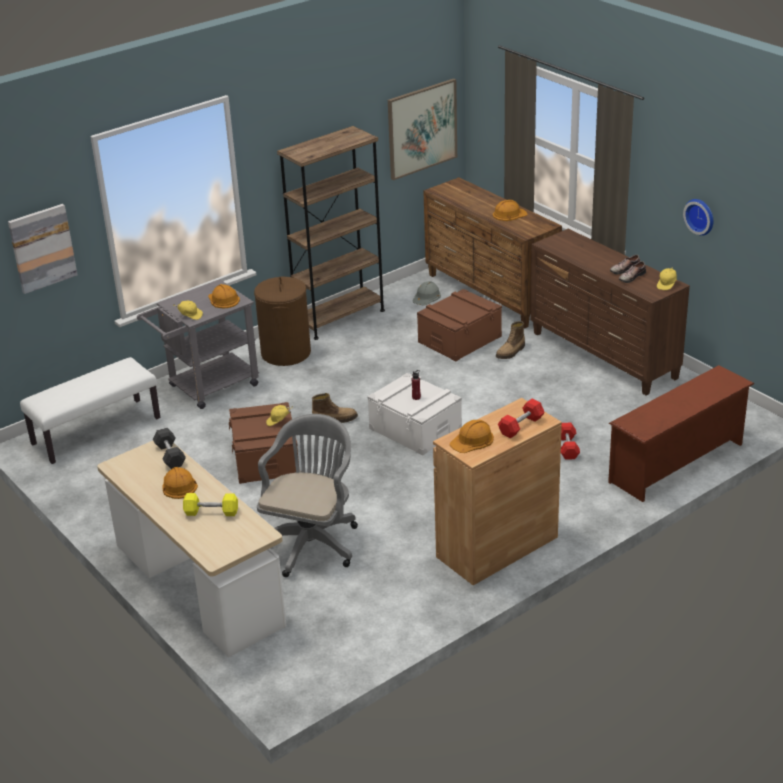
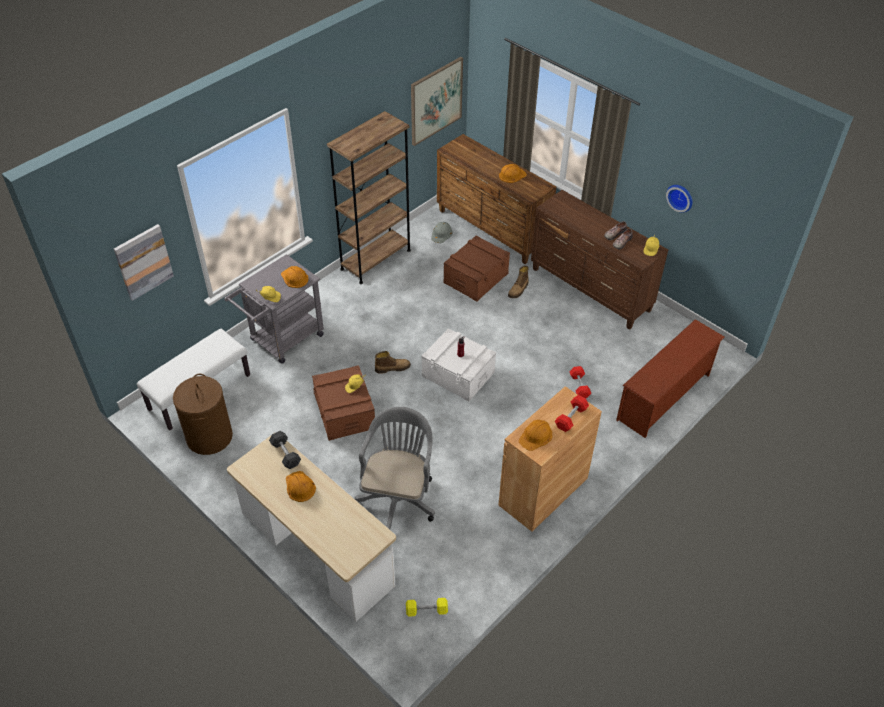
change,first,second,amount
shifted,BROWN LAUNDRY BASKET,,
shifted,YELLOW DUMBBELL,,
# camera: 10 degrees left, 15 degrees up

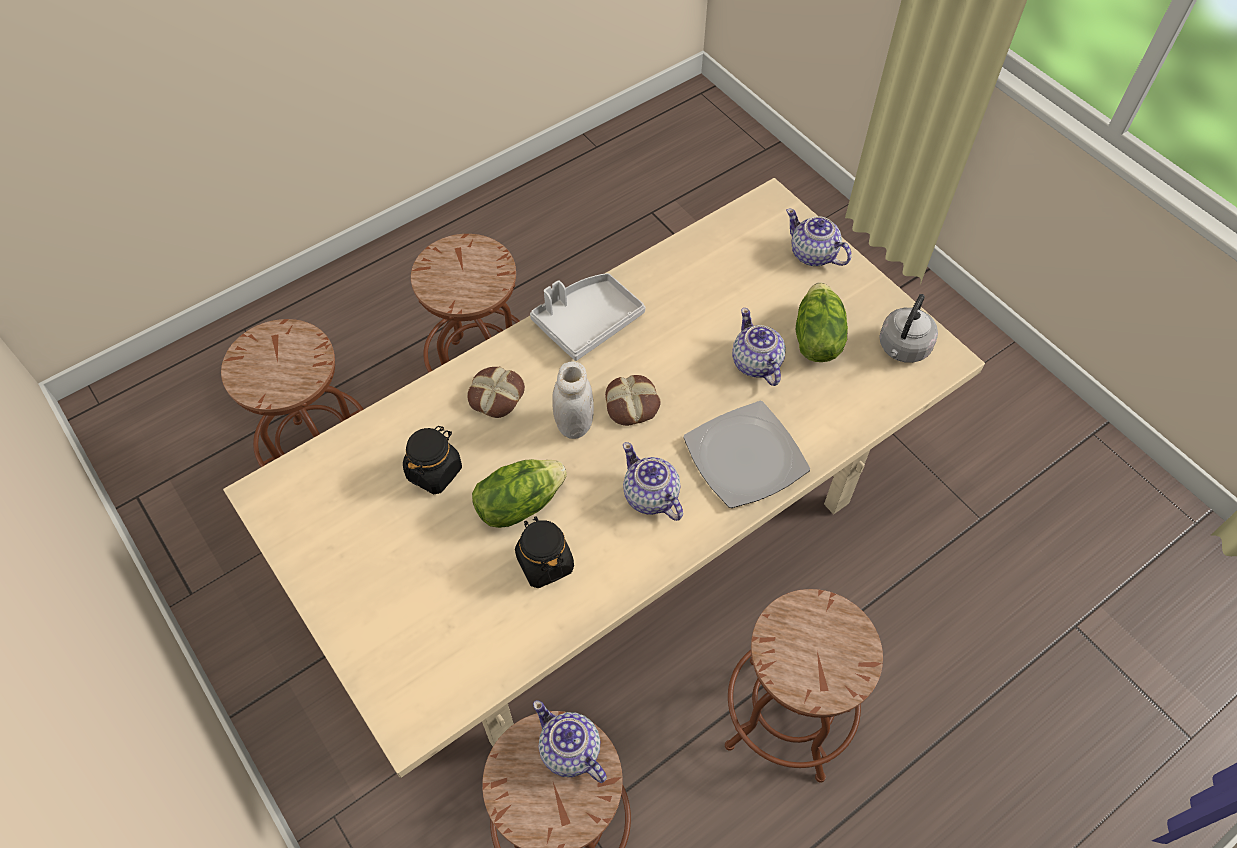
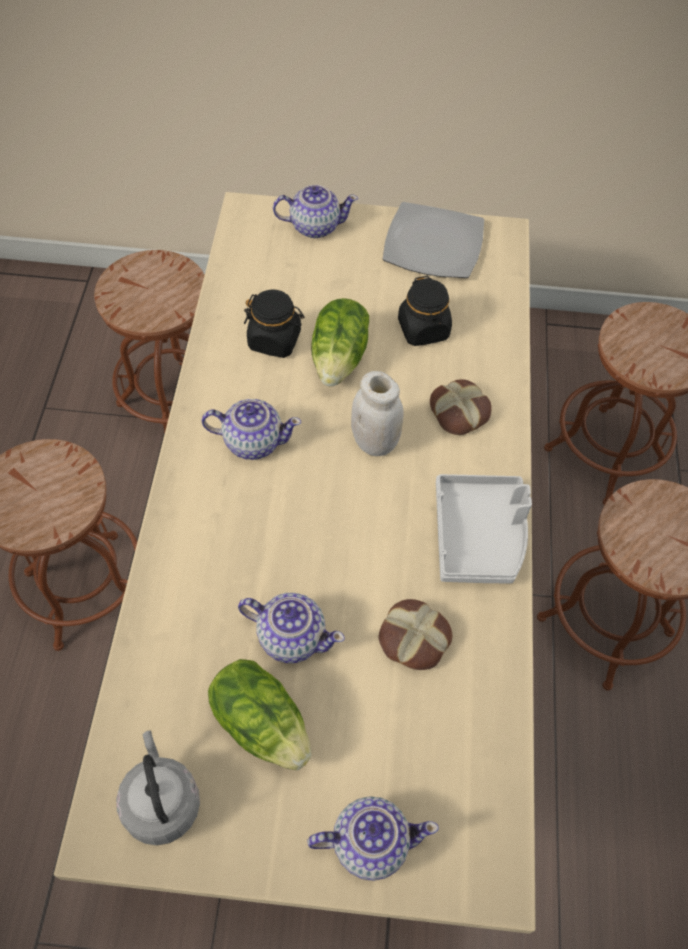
change,first,second,amount
shifted,TEAPOT (no. 1 from left in the first image),TEAPOT (no. 3 from left),
shifted,BREAD (no. 2 from left in the first image),BREAD (no. 1 from left),
shifted,PLATE,,
# camera: 130 degrees right, 0 degrees up

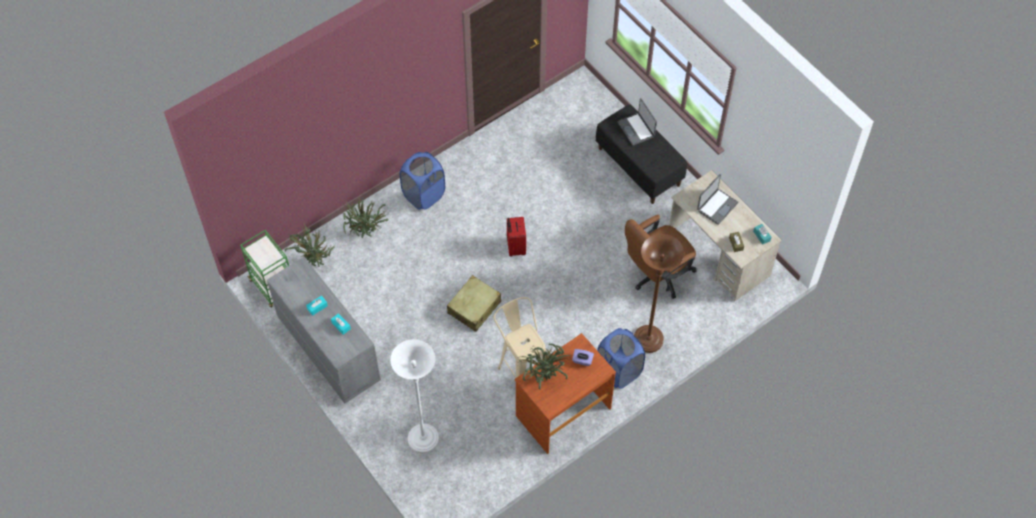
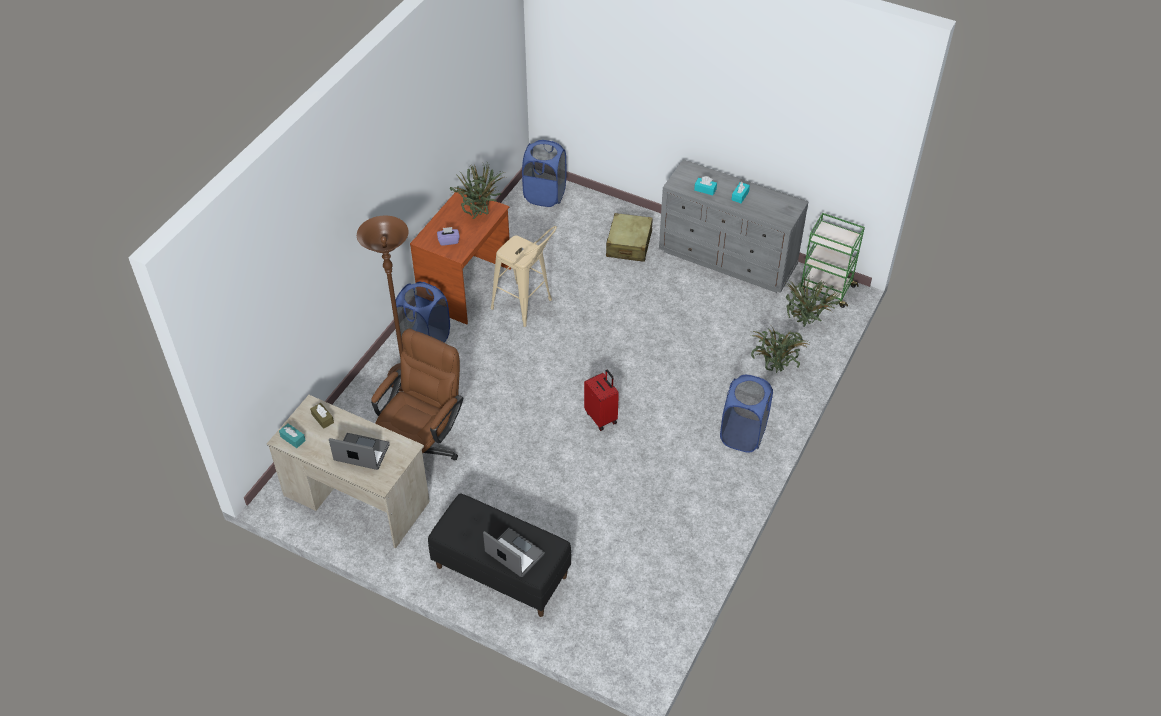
change,first,second,amount
rotated,LAPTOP (no. 2 from left in the first image),LAPTOP (no. 1 from left),90 degrees clockwise
new,,BLUE LAUNDRY BASKET (no. 2 from left),
shifted,BEIGE SUITCASE,,
gone,WHITE FLOOR LAMP,,
# camera: 155 degrees right, 10 degrees down

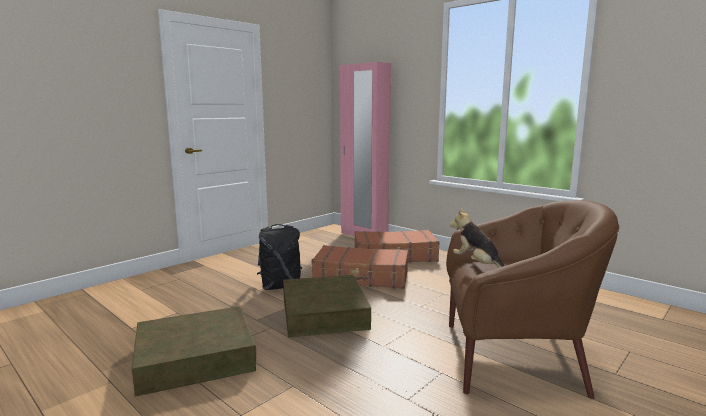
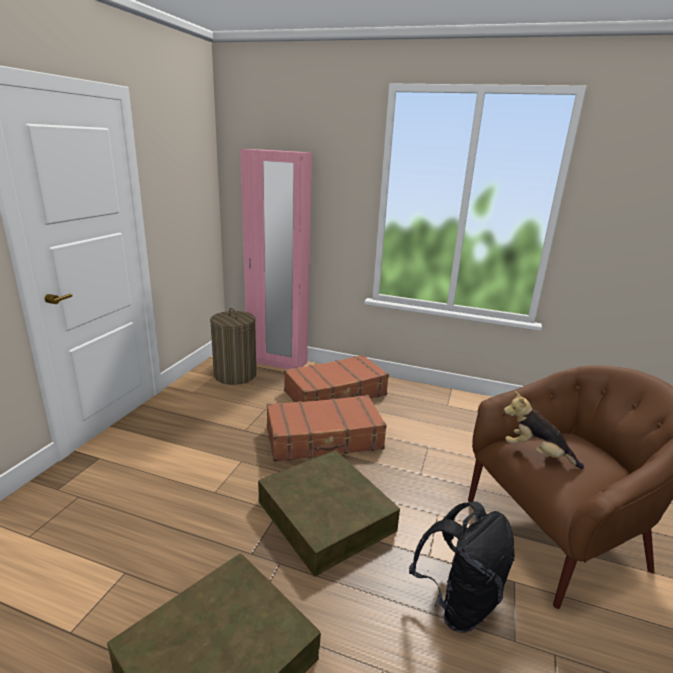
change,first,second,amount
new,,LAUNDRY BASKET,
shifted,BLACK BACKPACK,,
# camera: 25 degrees left, 10 degrees up

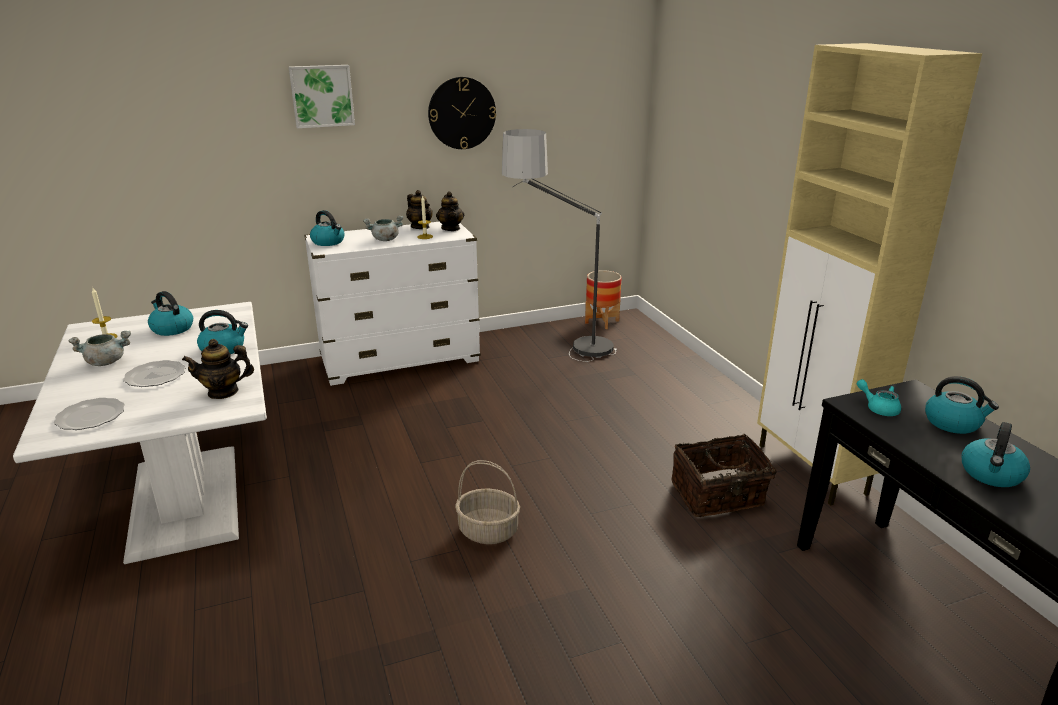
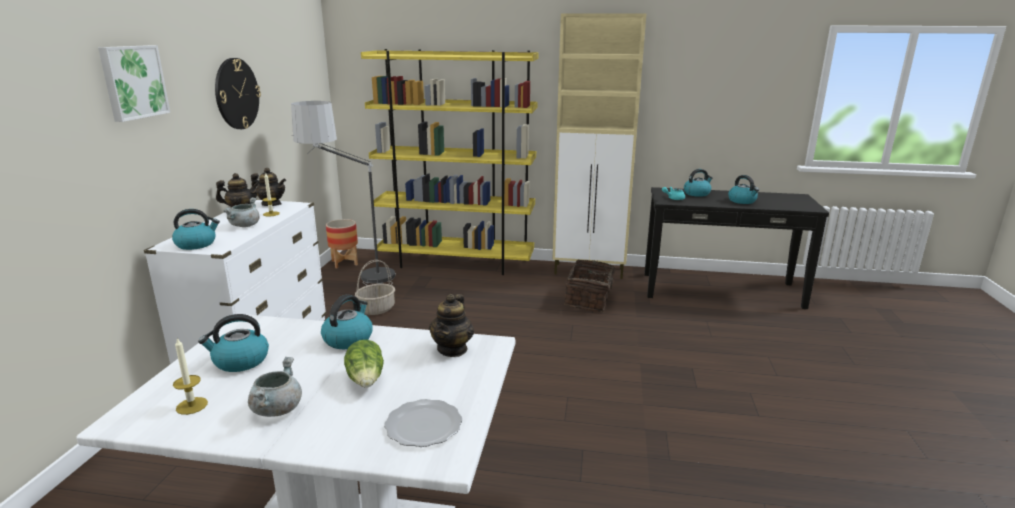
change,first,second,amount
swapped,PLATE (no. 2 from left),LETTUCE,
shifted,BASKET (no. 1 from left),,
new,,YELLOW BOOKCASE,
# camera: 60 degrees left, 5 degrees down

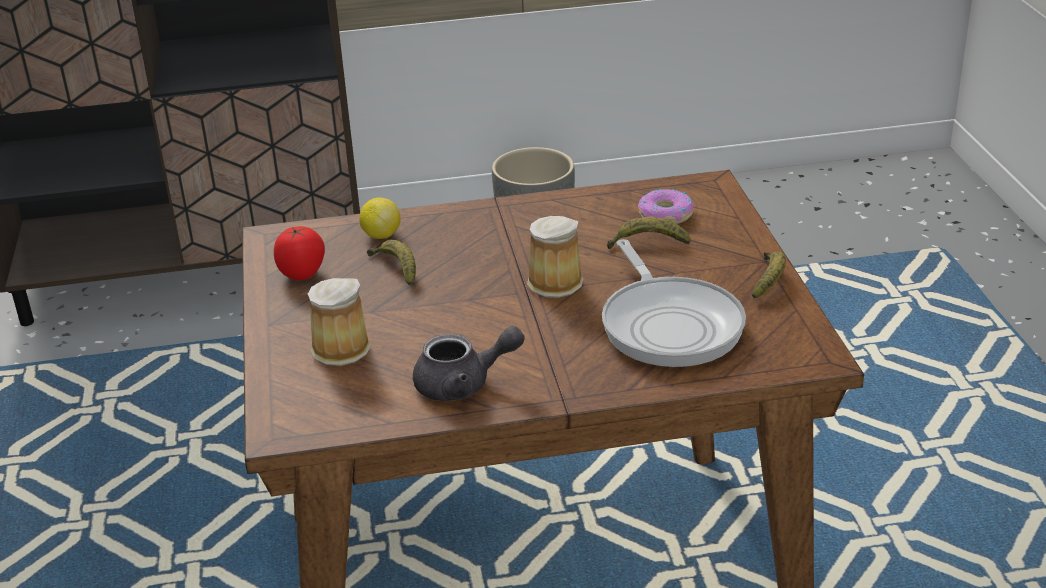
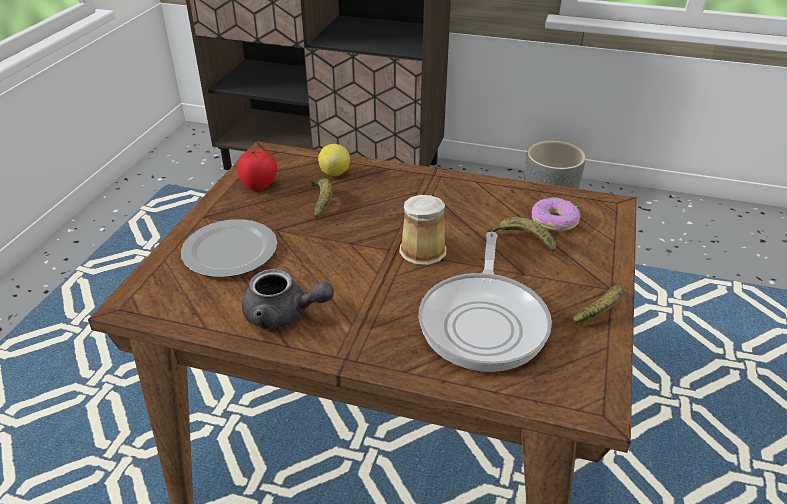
change,first,second,amount
swapped,MUG (no. 1 from left),PLATE,
# camera: 25 degrees right, 5 degrees up

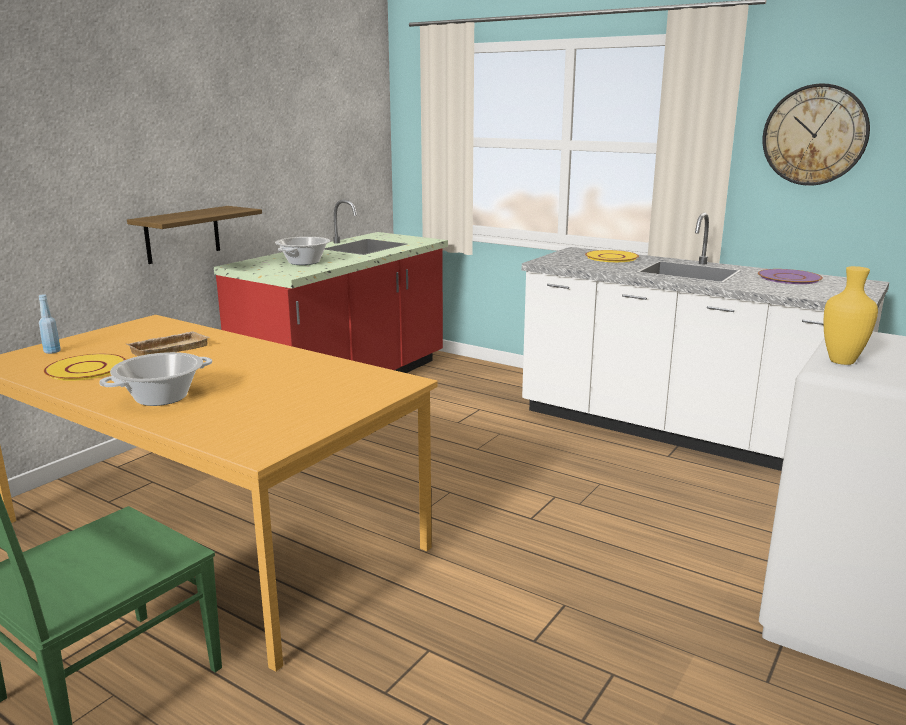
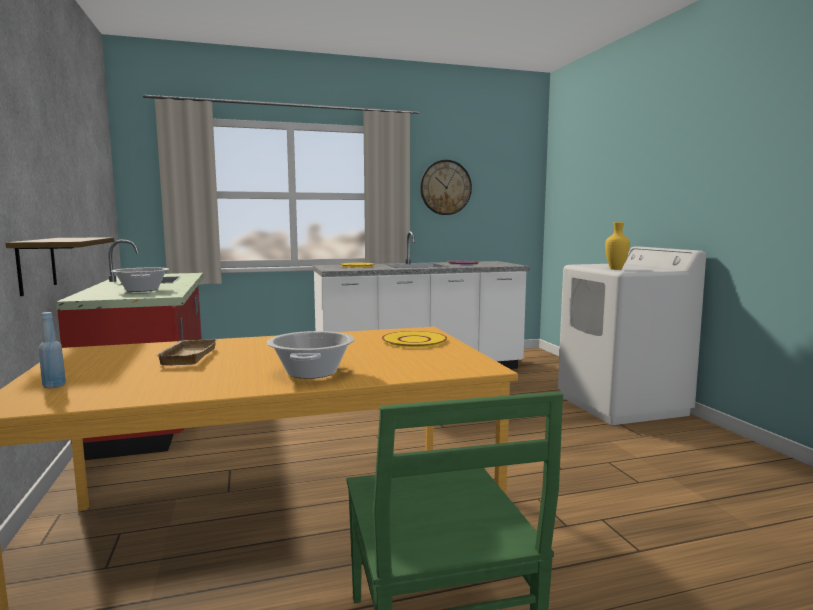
change,first,second,amount
shifted,YELLOW PLATE (no. 1 from left in the first image),YELLOW PLATE (no. 2 from left),
# camera: 50 degrees left, 10 degrees down

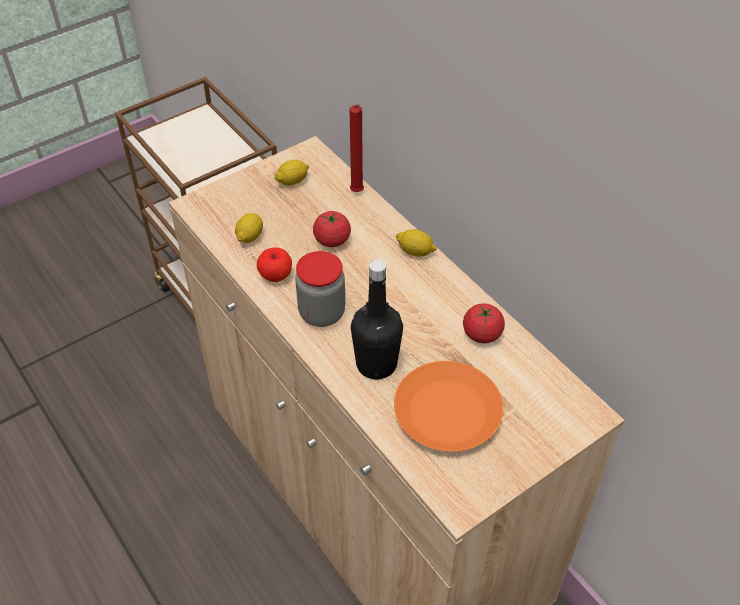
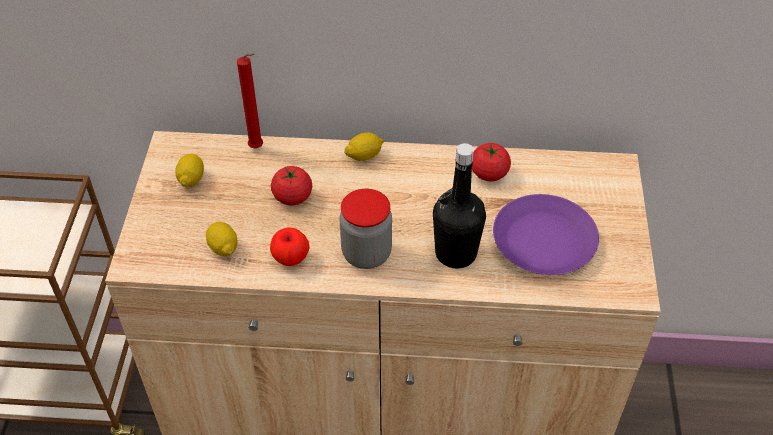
change,first,second,amount
repainted,ORANGE PLATE,PURPLE PLATE,
# camera: 50 degrees left, 0 degrees up

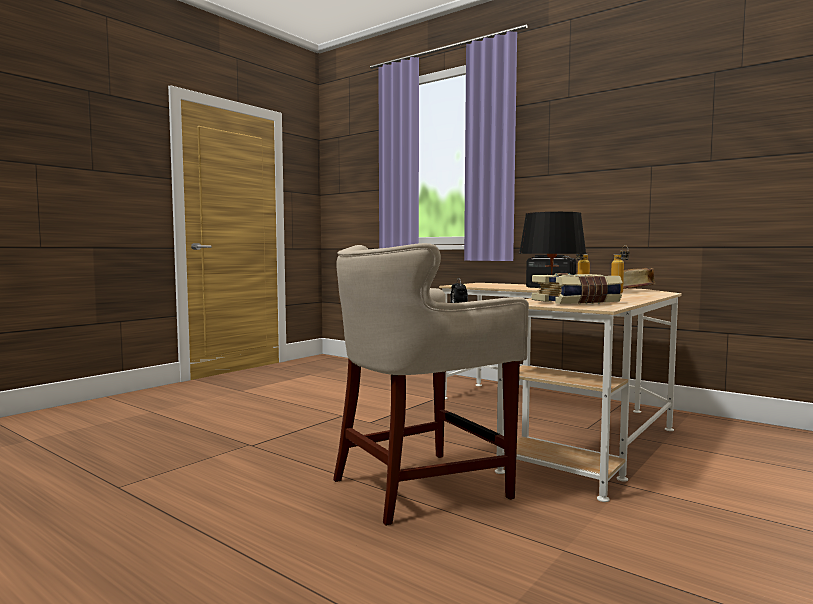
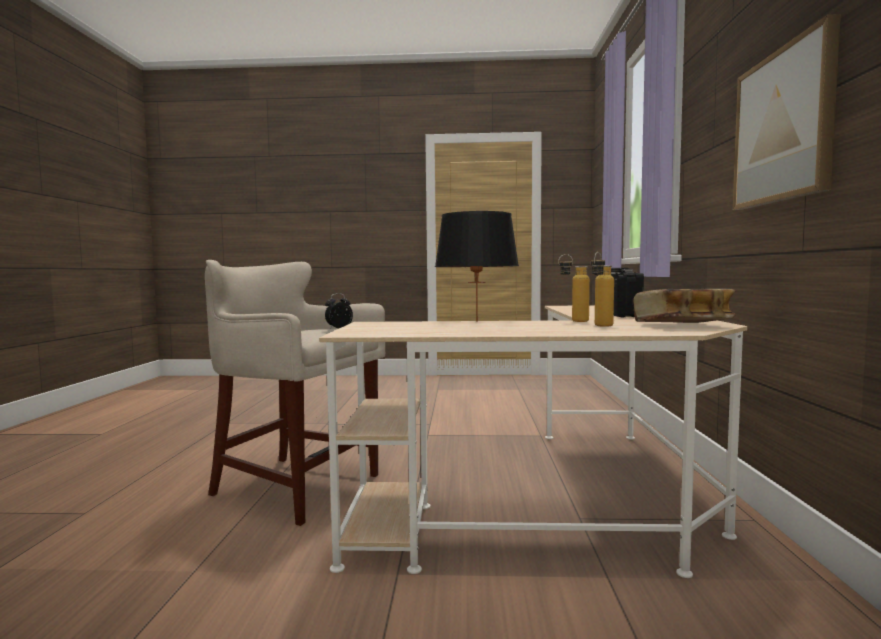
change,first,second,amount
new,,PICTURE,
gone,BOOK (no. 1 from left),,
# camera: 55 degrees right, 0 degrees up

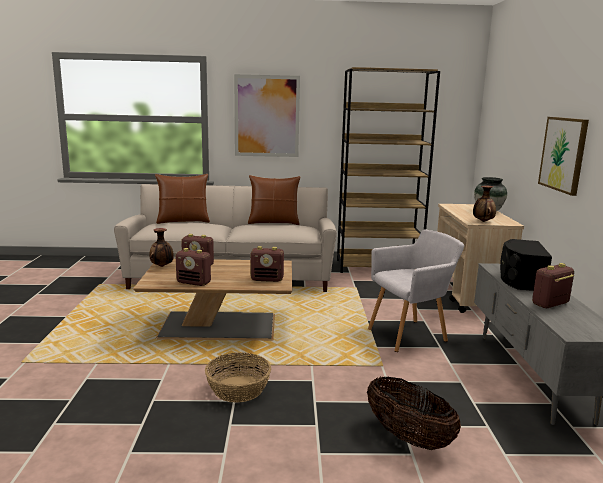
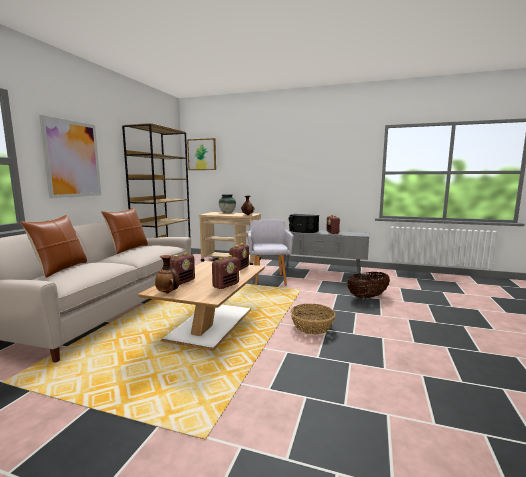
change,first,second,amount
shifted,PICTURE (no. 2 from left),,
# camera: 70 degrees left, 5 degrees down

